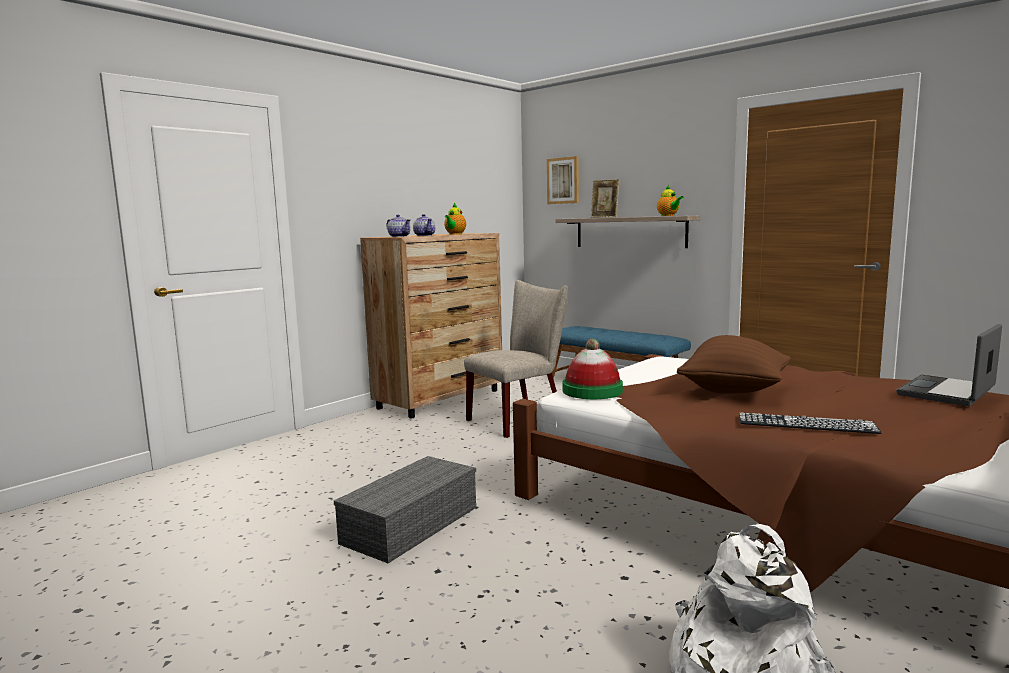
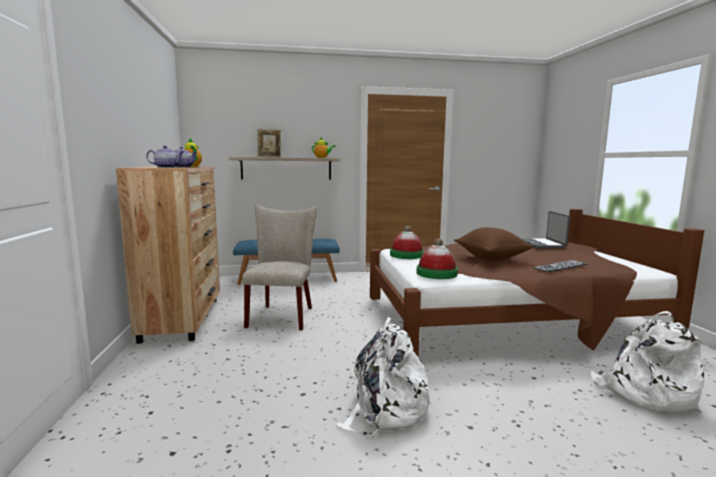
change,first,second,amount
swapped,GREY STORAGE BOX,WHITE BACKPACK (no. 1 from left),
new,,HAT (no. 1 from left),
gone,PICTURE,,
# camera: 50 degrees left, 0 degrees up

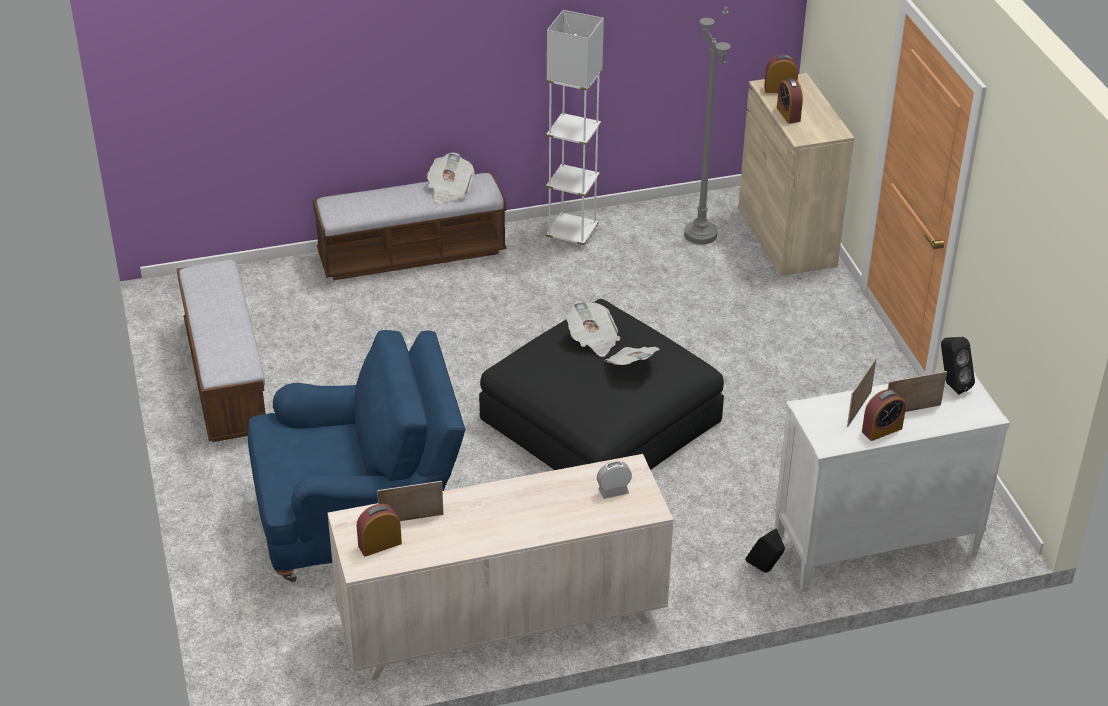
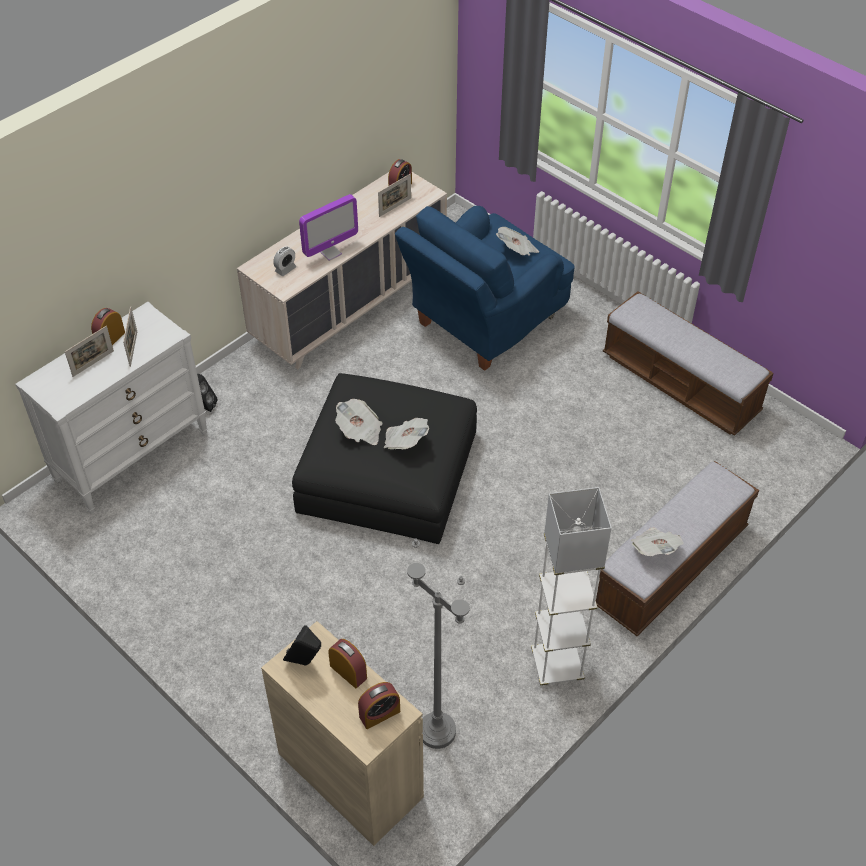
change,first,second,amount
shifted,BLACK SPEAKER (no. 2 from left),,
new,,MONITOR,
new,,NEWSPAPER (no. 3 from left),
# camera: 150 degrees right, 10 degrees up

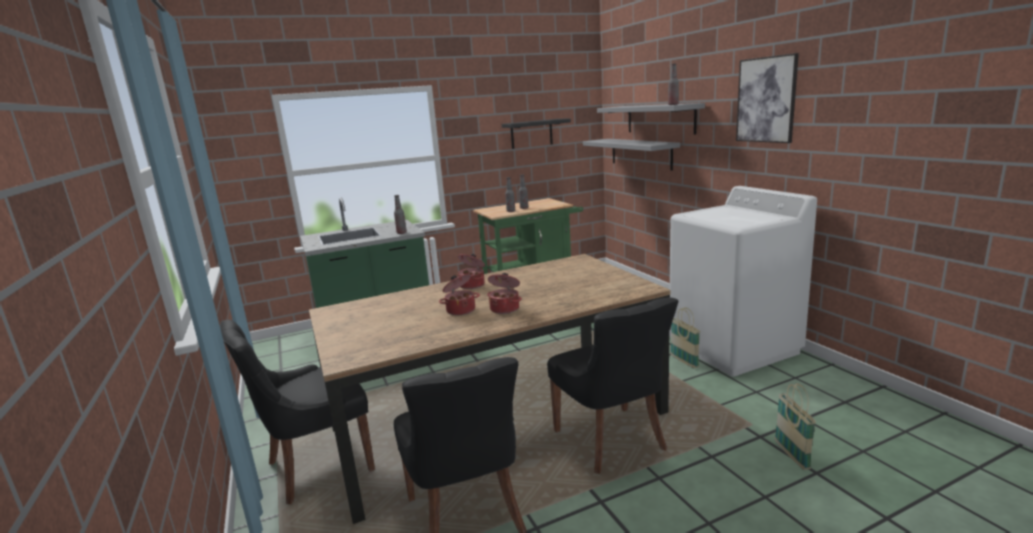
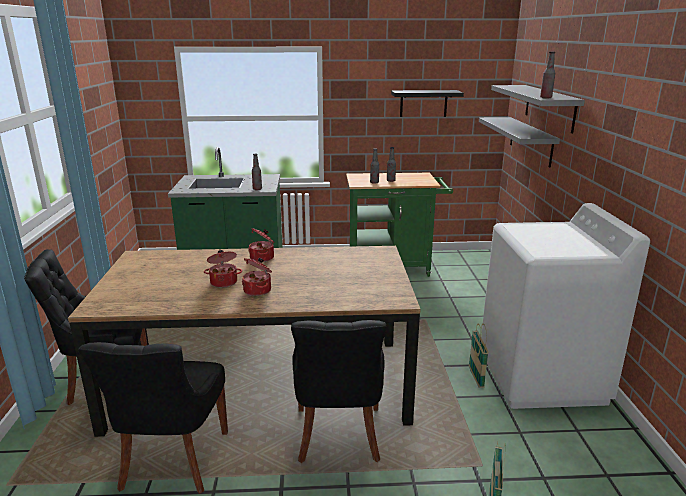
change,first,second,amount
gone,PICTURE,,
# camera: 20 degrees right, 5 degrees up

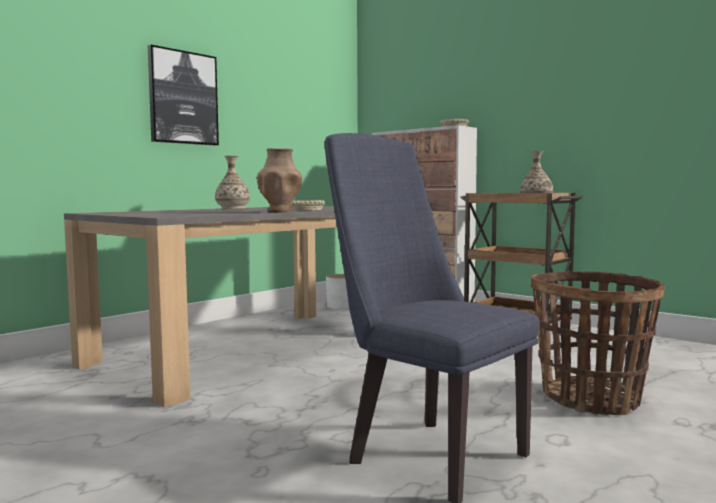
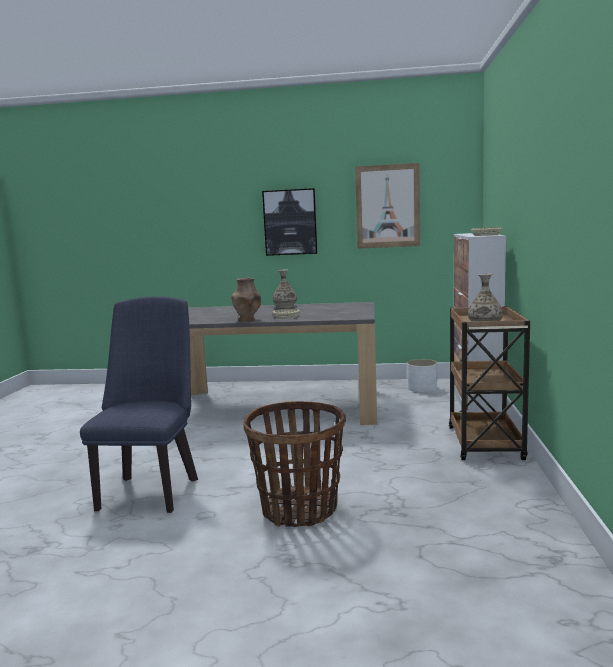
change,first,second,amount
new,,PICTURE (no. 2 from left),
# camera: 55 degrees right, 5 degrees up

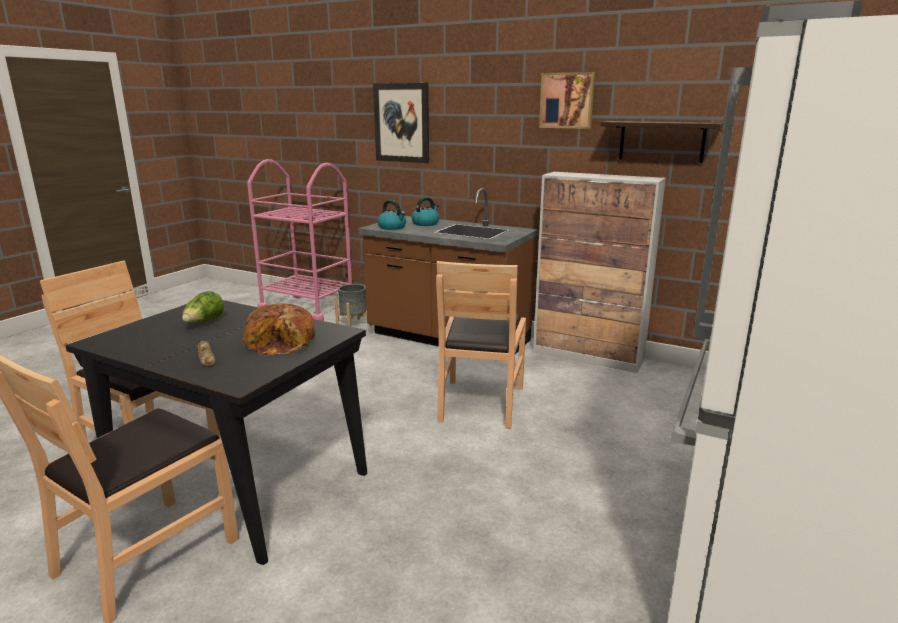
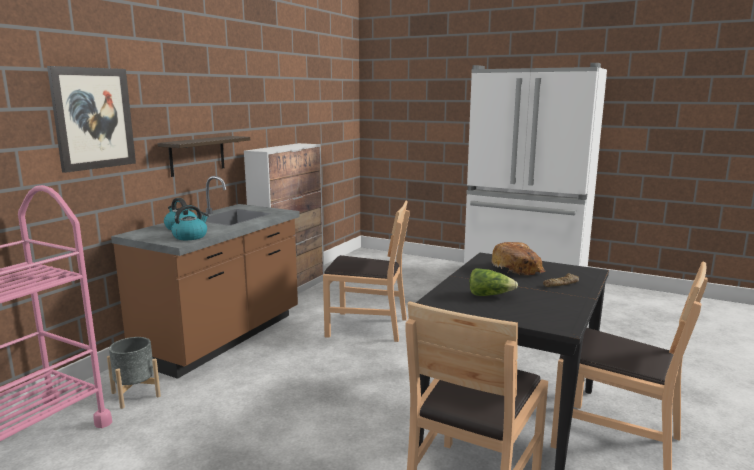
change,first,second,amount
shifted,SHELF,,
gone,PICTURE (no. 2 from left),,
# camera: 90 degrees left, 5 degrees down

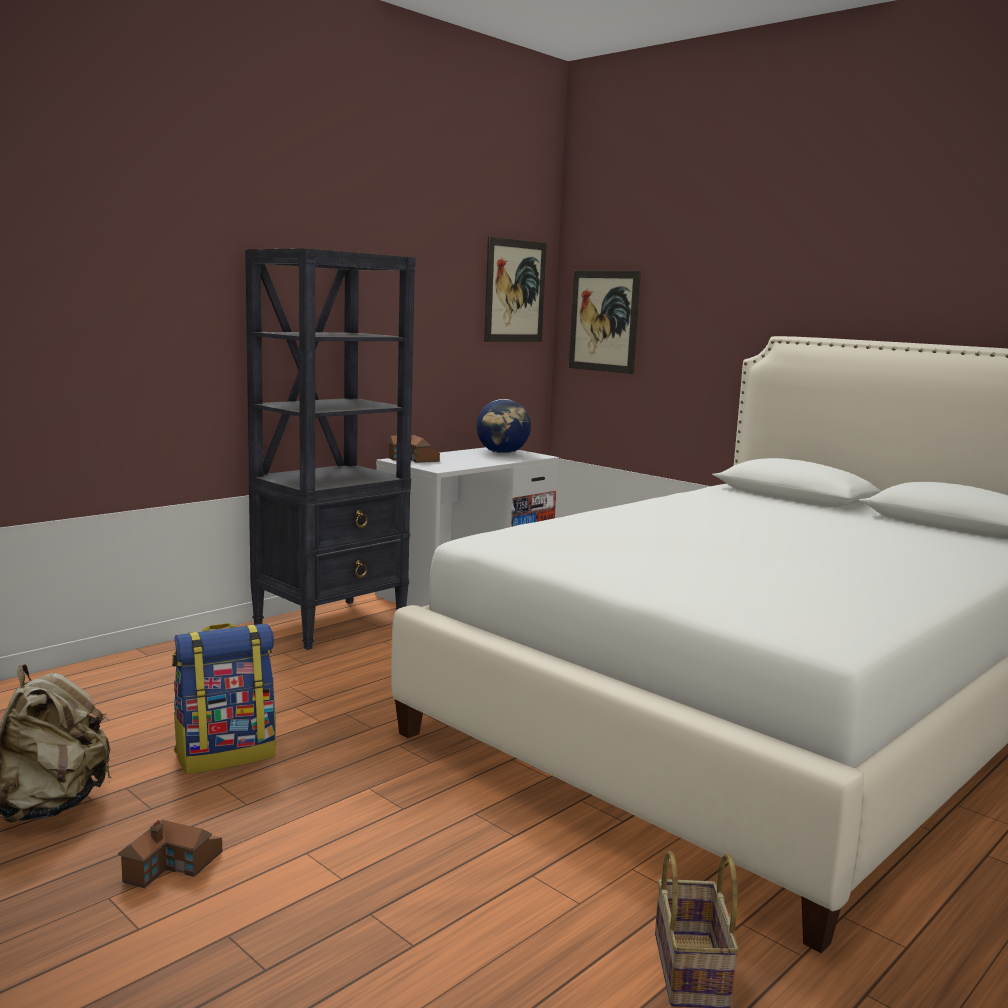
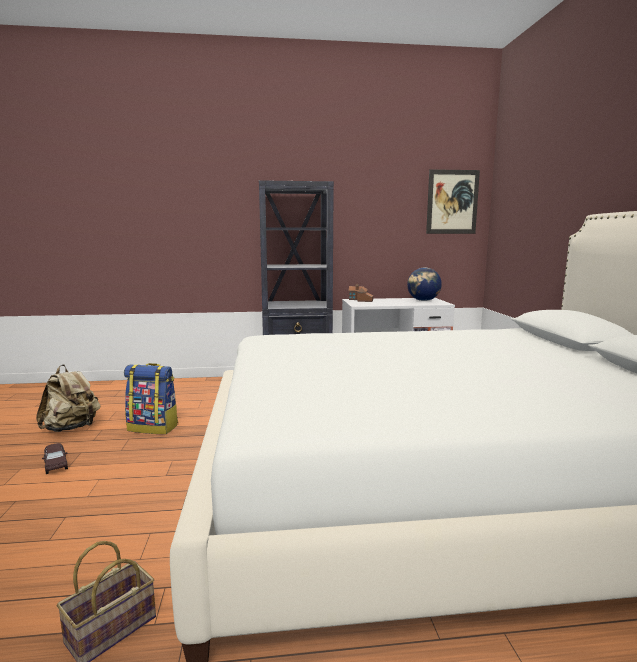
change,first,second,amount
swapped,TOY HOUSE (no. 1 from left),BROWN TOY CAR,
gone,PICTURE (no. 2 from left),,
# camera: 40 degrees right, 0 degrees up

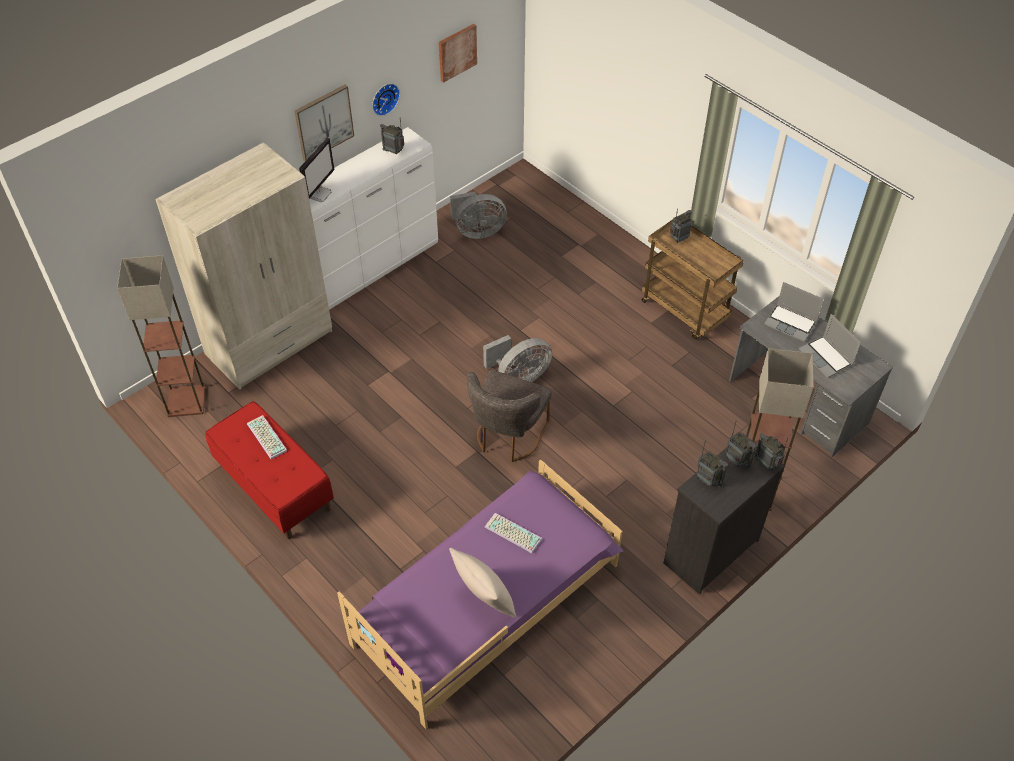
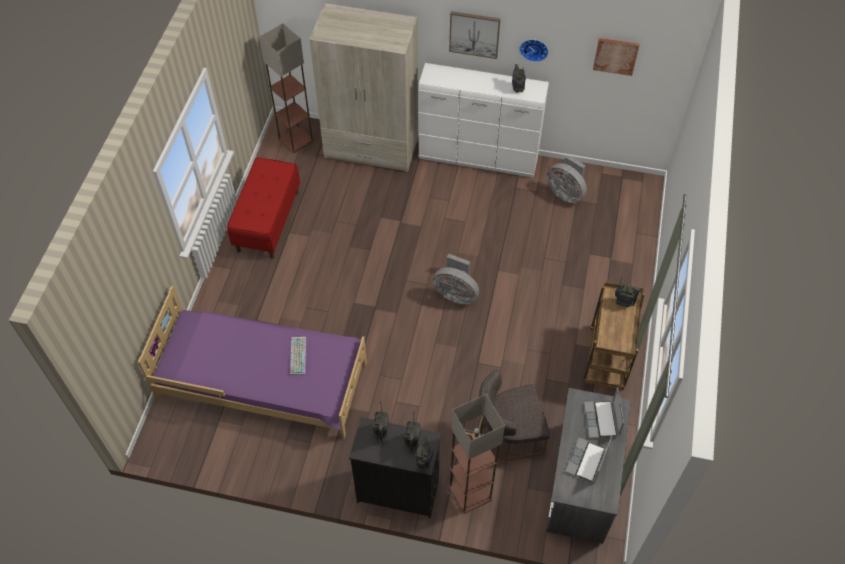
change,first,second,amount
shifted,GREY CHAIR,,
gone,KEYBOARD (no. 1 from left),,
gone,MONITOR,,
gone,BEIGE PILLOW,,
# camera: 55 degrees right, 5 degrees up

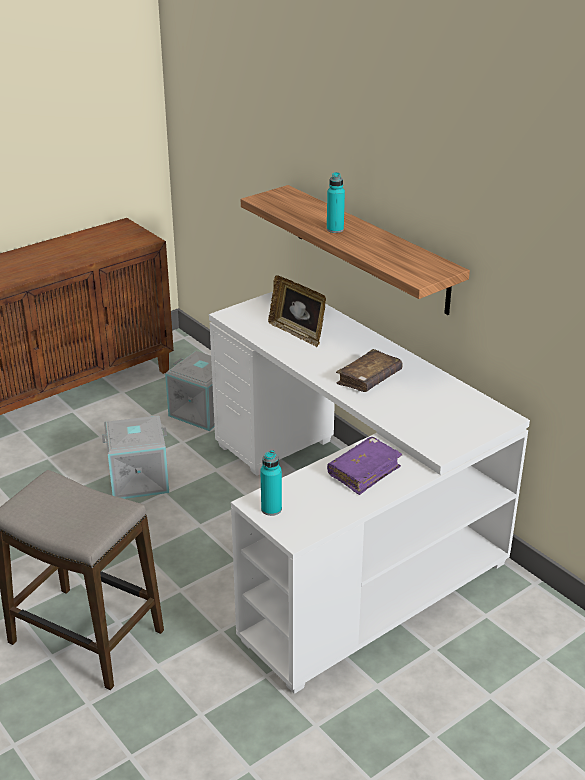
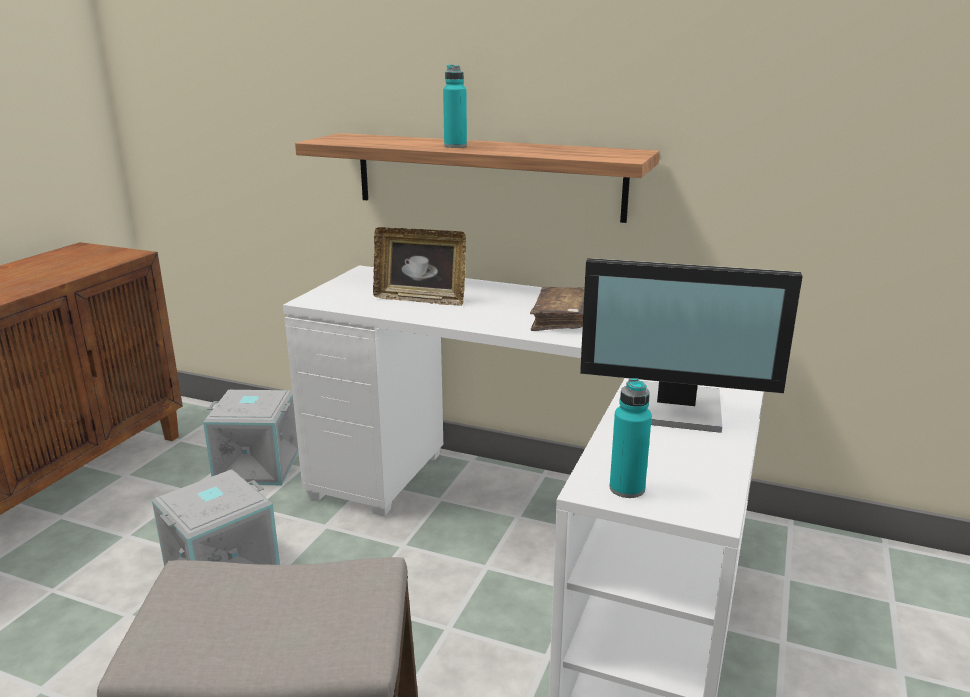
change,first,second,amount
swapped,PURPLE BOOK,MONITOR,
# camera: 30 degrees left, 10 degrees down

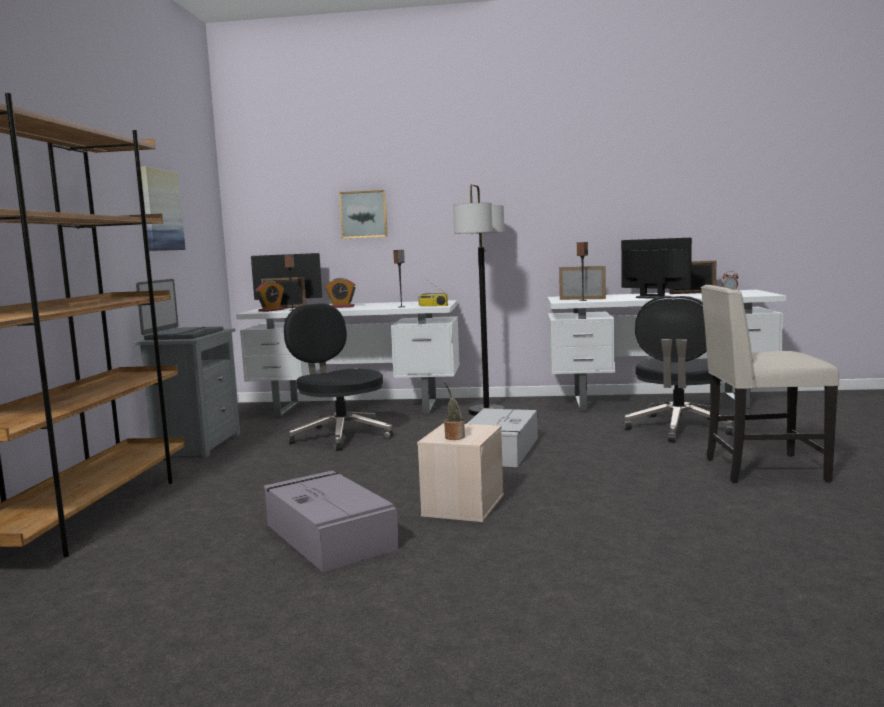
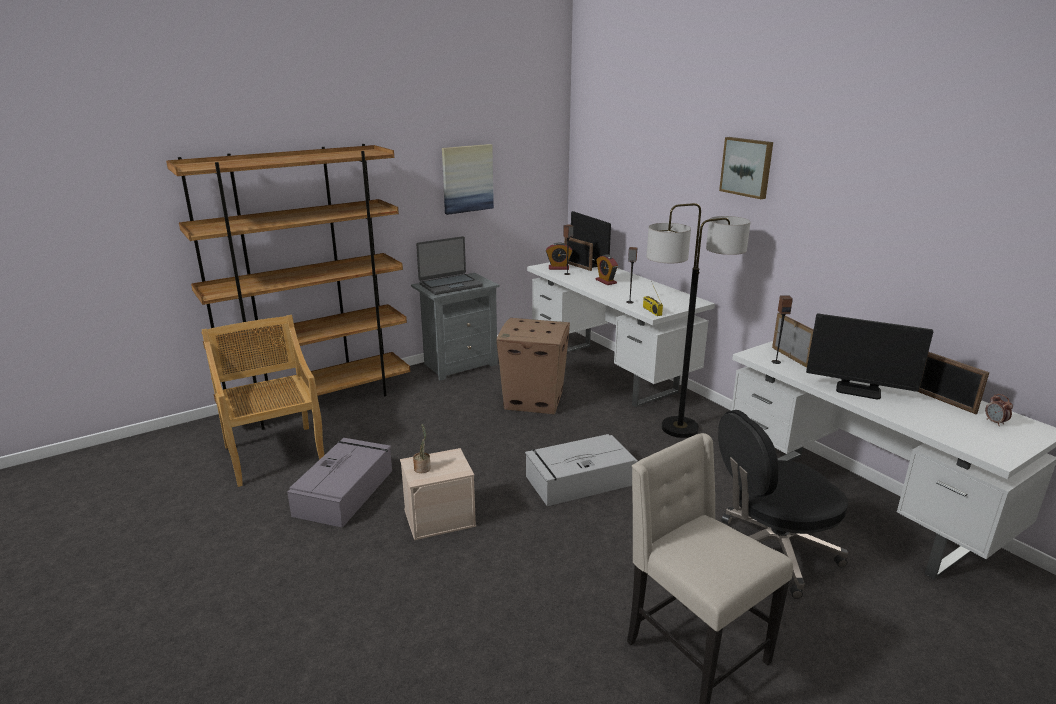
change,first,second,amount
new,,BEIGE CHAIR (no. 1 from left),
swapped,BLACK OFFICE CHAIR (no. 1 from left),CARDBOARD BOX,
shifted,PICTURE (no. 2 from left),,
rotated,MONITOR (no. 2 from left),,105 degrees clockwise
# camera: 50 degrees right, 15 degrees up

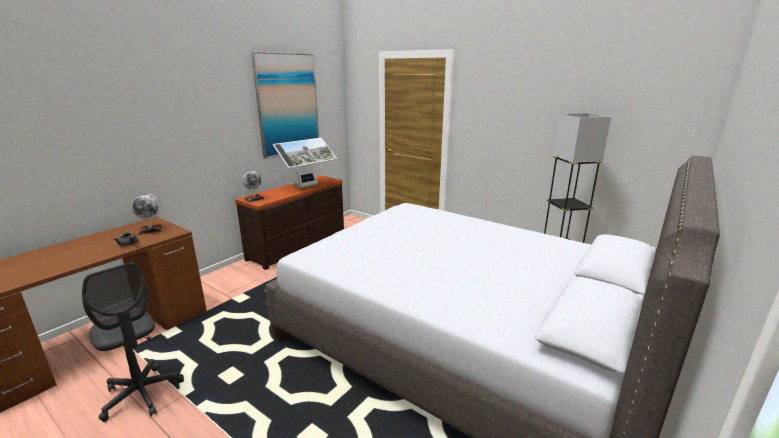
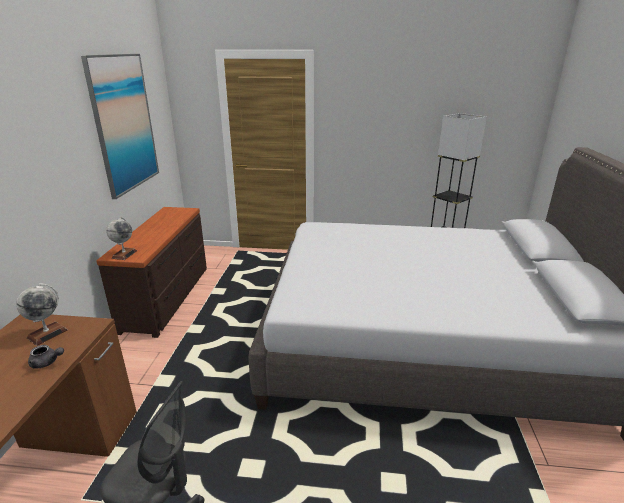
change,first,second,amount
gone,MONITOR,,
# camera: 30 degrees left, 5 degrees up

